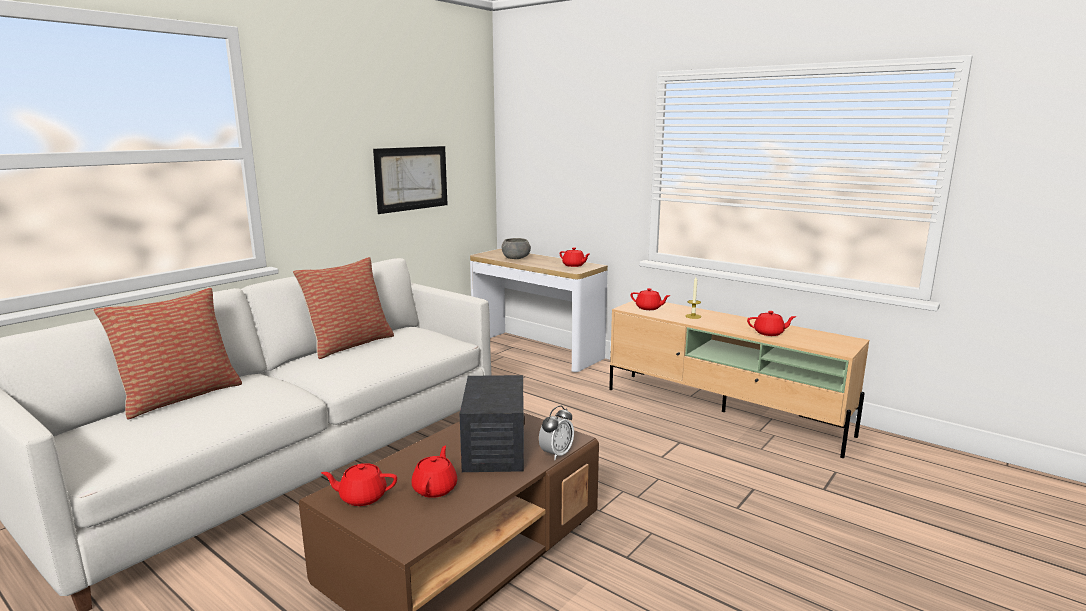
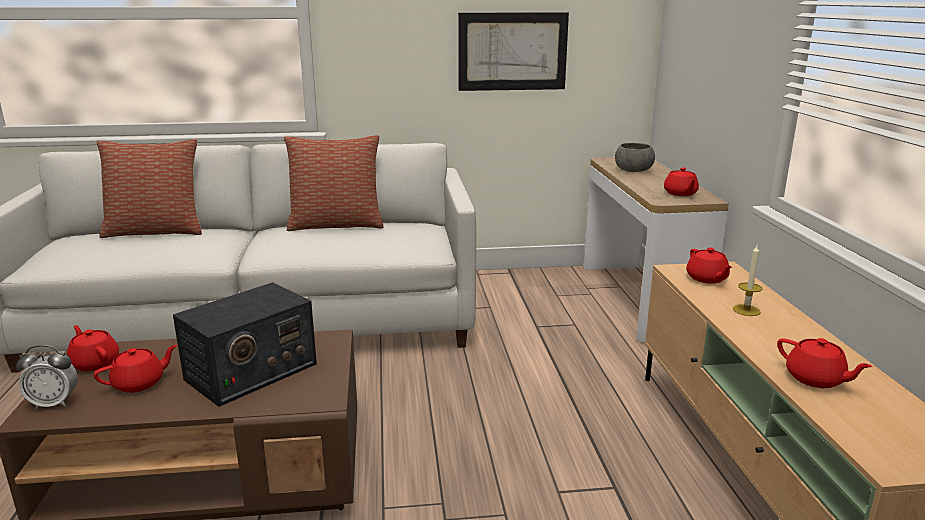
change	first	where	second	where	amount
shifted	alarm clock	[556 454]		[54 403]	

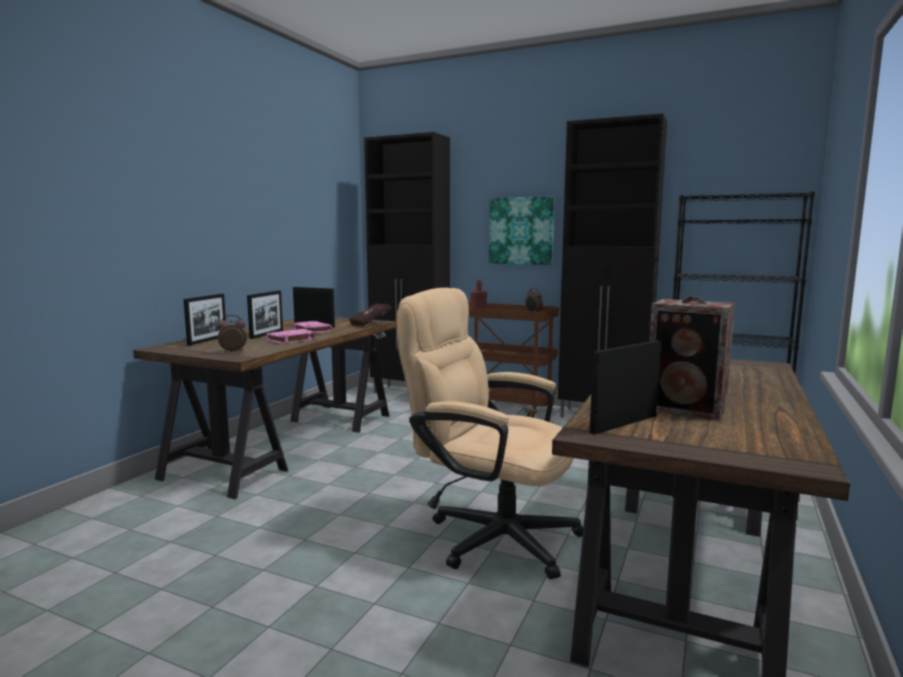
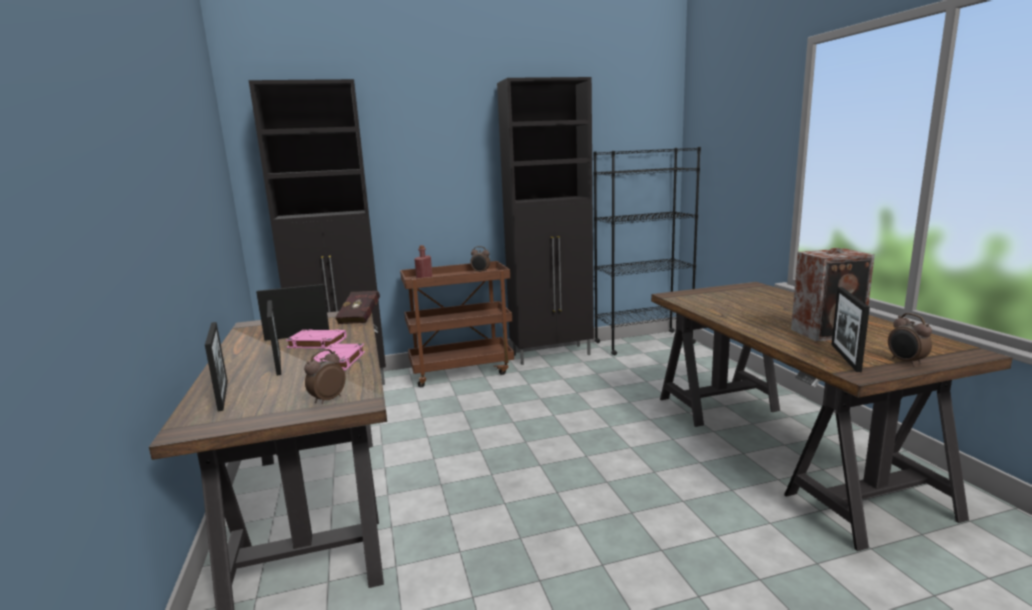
change	first	where	second	where	amount
gone	picture	[521 231]			
gone	office chair (beige)	[490 535]			
new			alarm clock	[906 362]	

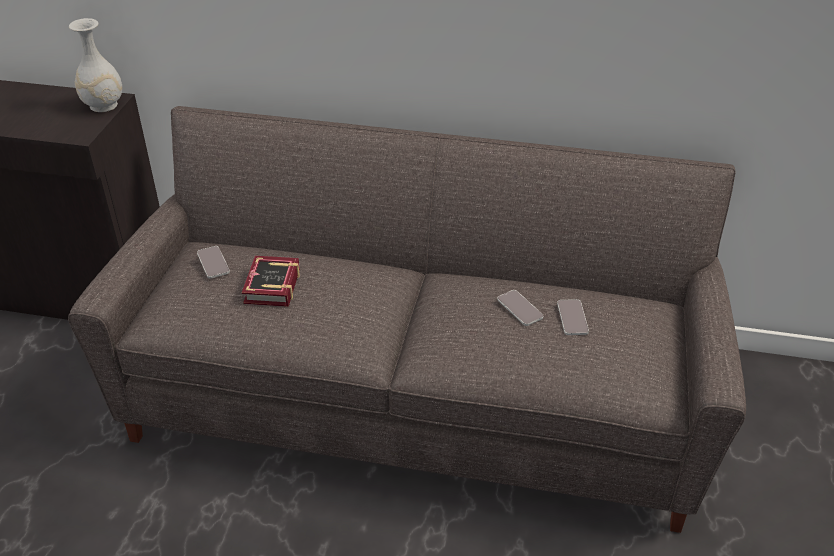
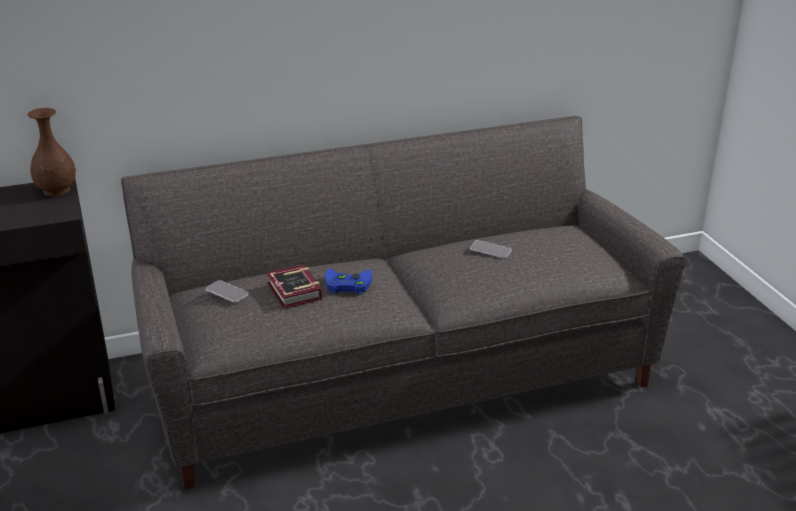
change	first	where	second	where	amount
repainted	vase (white)	[103 105]	vase (brown)	[56 190]	
gone	phone	[572 318]			
new			game controller (blue)	[346 284]	

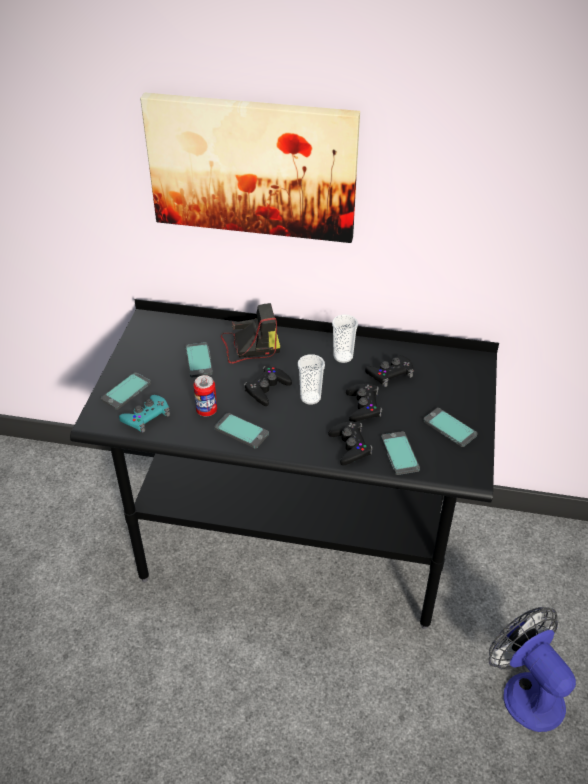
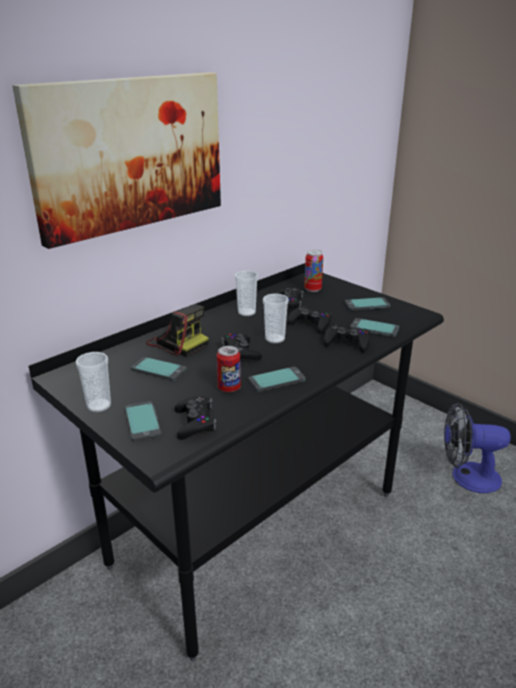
change	first	where	second	where	amount
rotated	photo camera	[249 346]		[177 342]	105 degrees clockwise
repainted	game controller (turquoise)	[146 417]	game controller (black)	[195 422]	
new			can	[312 289]	
new			cup	[99 406]	

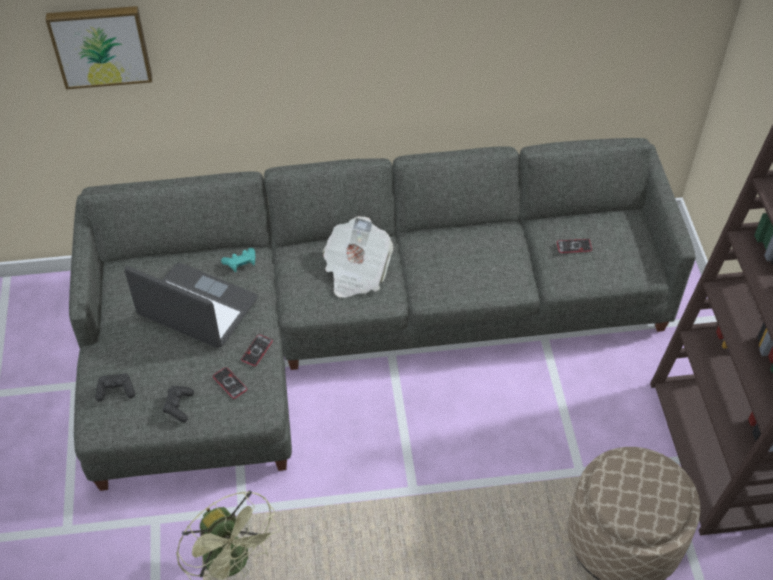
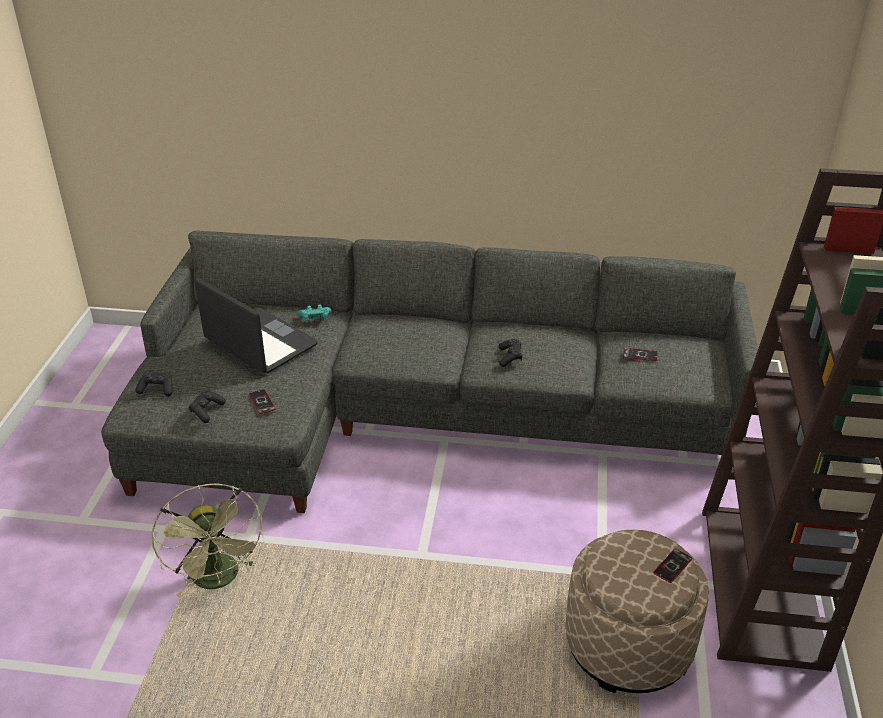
change	first	where	second	where	amount
gone	picture	[101 45]			
gone	newspaper	[356 271]			
shifted	phone	[257 350]		[672 566]	
new			game controller (black)	[510 357]	

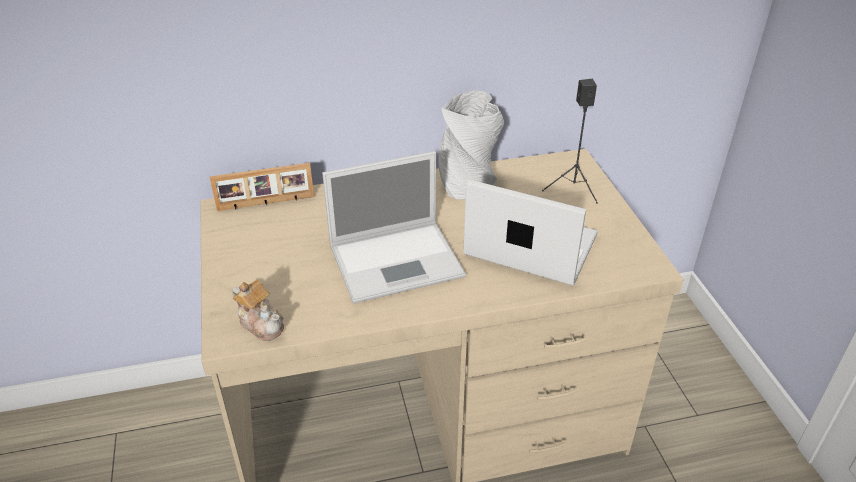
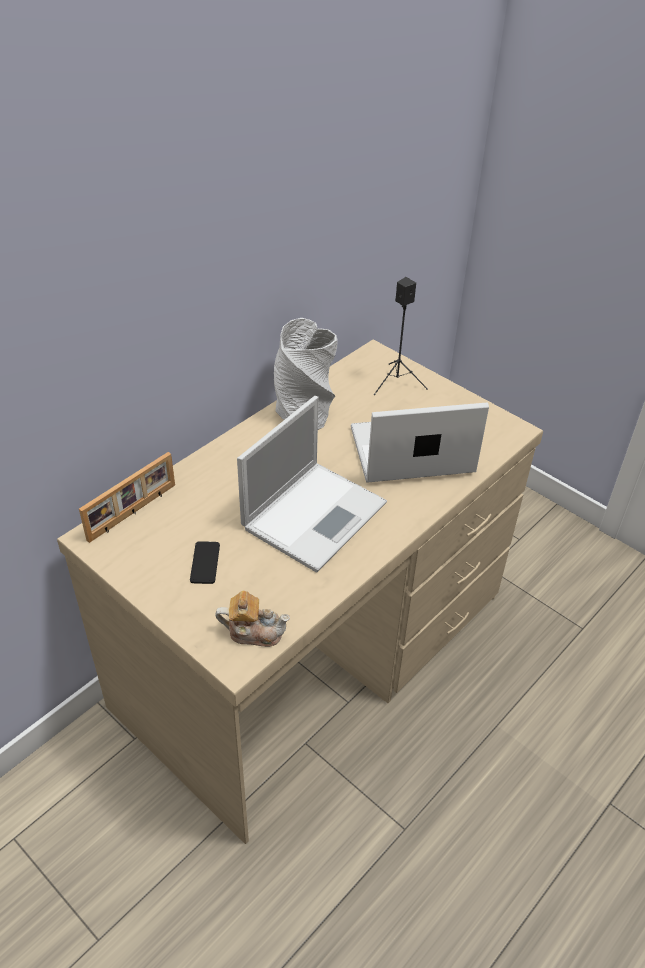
change	first	where	second	where	amount
new			phone	[205 563]	

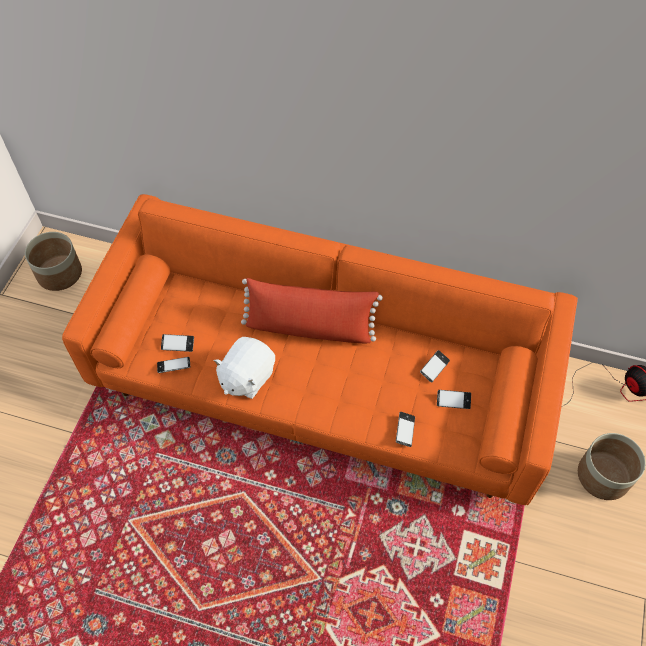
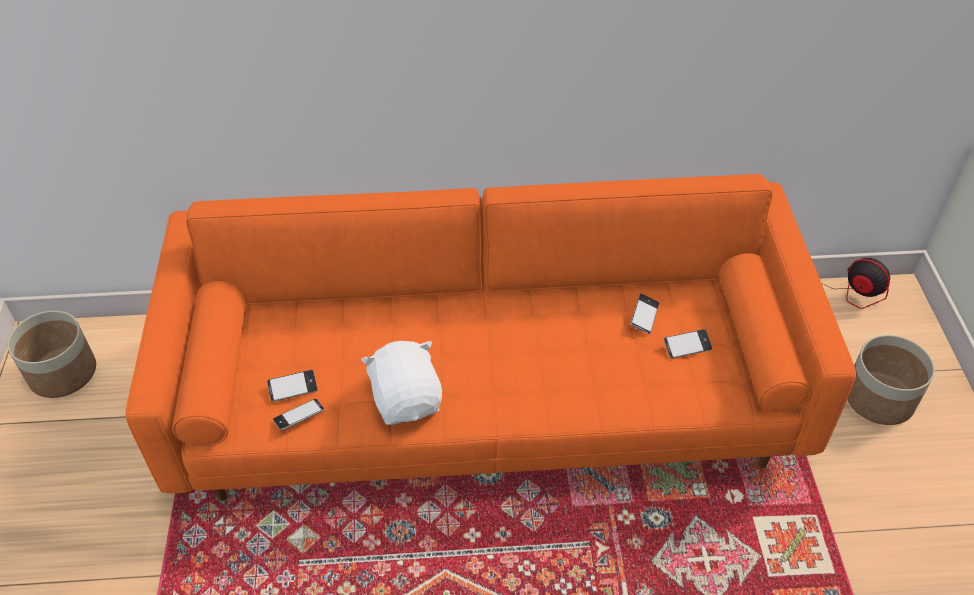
change	first	where	second	where	amount
gone	pillow (red)	[309 328]			
rotated	plush toy (white)	[246 377]		[407 400]	150 degrees clockwise
gone	phone	[405 430]			

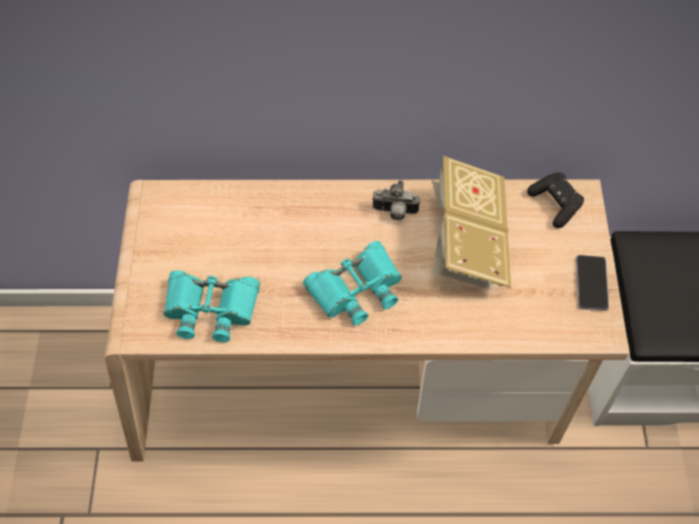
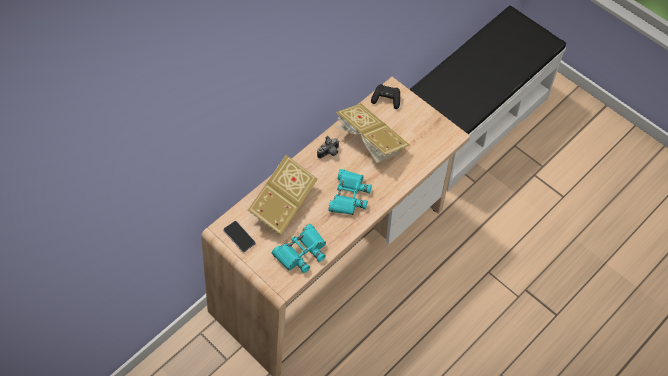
change	first	where	second	where	amount
shifted	phone	[591 283]		[239 237]	
new			book	[282 204]	

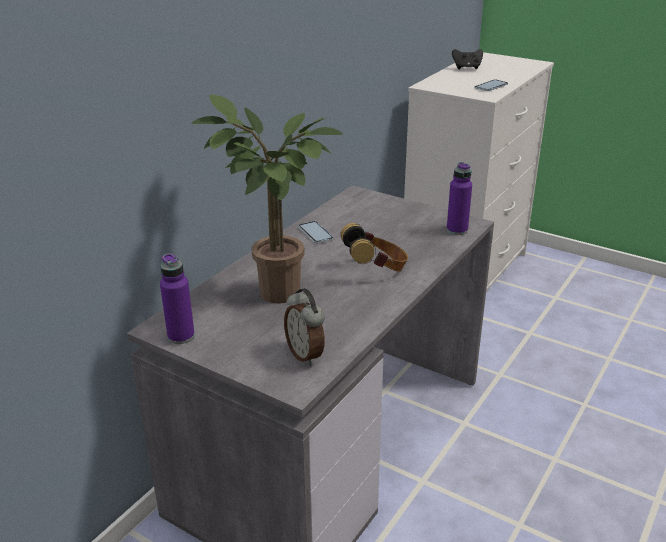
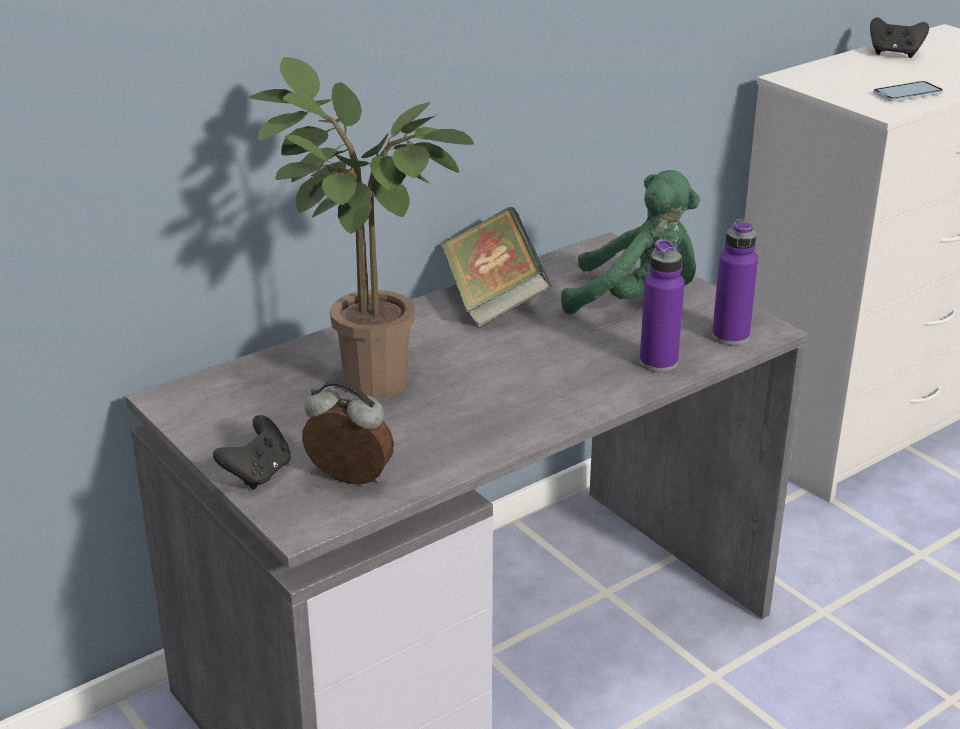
change	first	where	second	where	amount
swapped	phone	[315 233]	book	[494 301]	
gone	headphones	[376 270]			
shifted	bottle (purple)	[181 336]		[658 362]	
rotated	alarm clock	[306 354]		[348 481]	120 degrees clockwise
new			plush toy (green)	[637 300]	
new			game controller (black)	[258 474]	

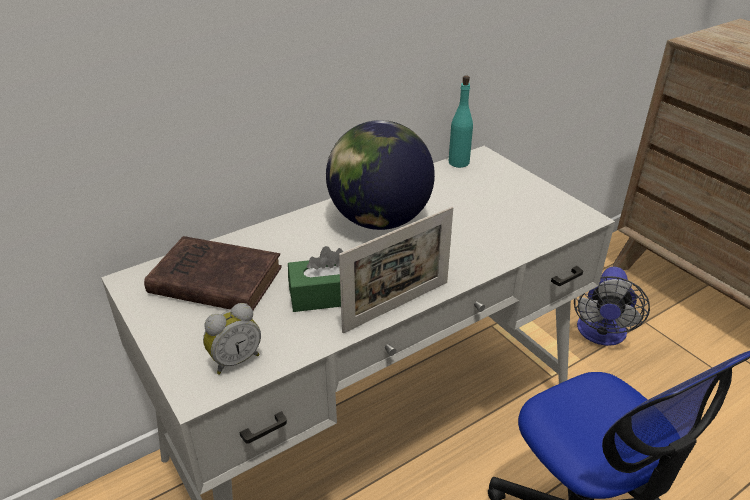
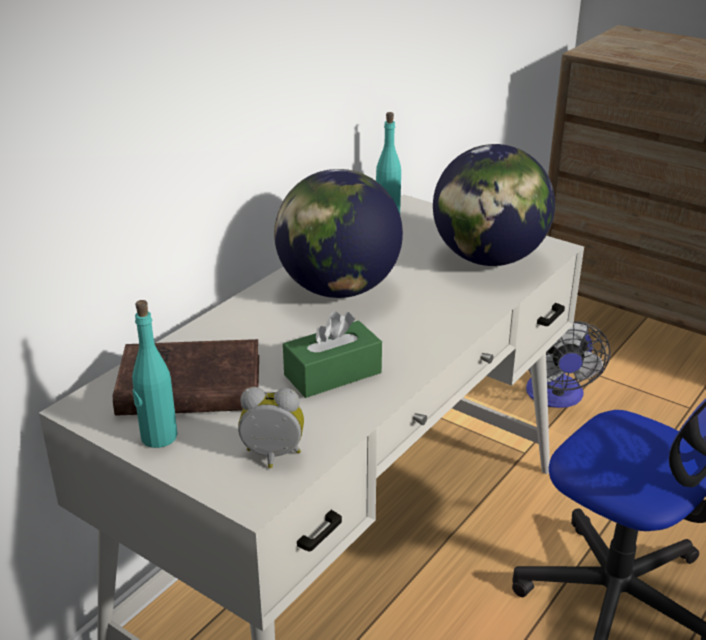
change	first	where	second	where	amount
gone	picture frame	[397 306]			
rotated	alarm clock	[235 359]		[272 458]	120 degrees counterclockwise
new			globe	[488 259]	
new			bottle (turquoise)	[158 437]	

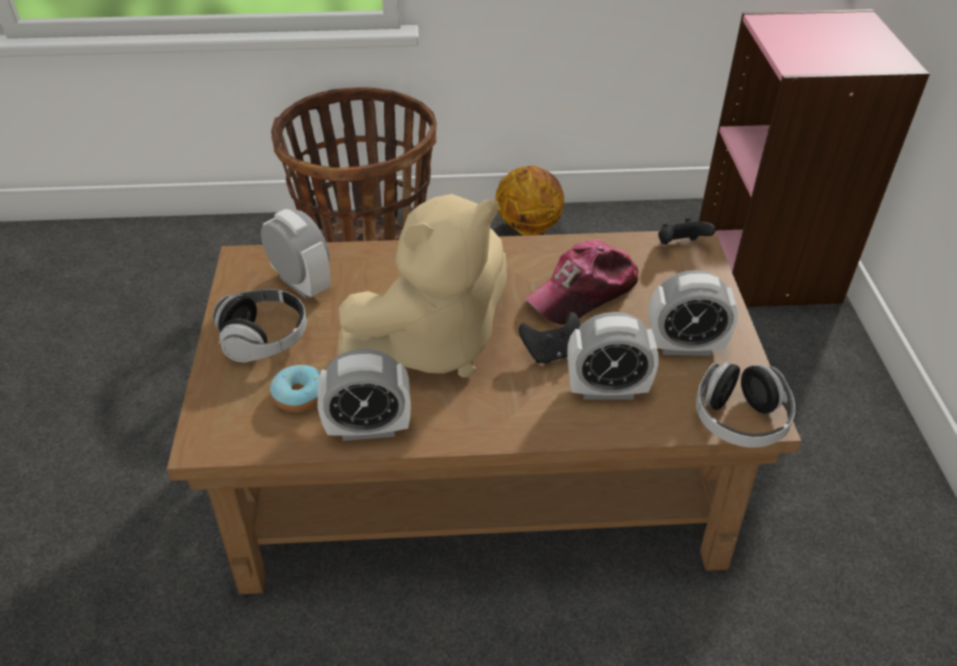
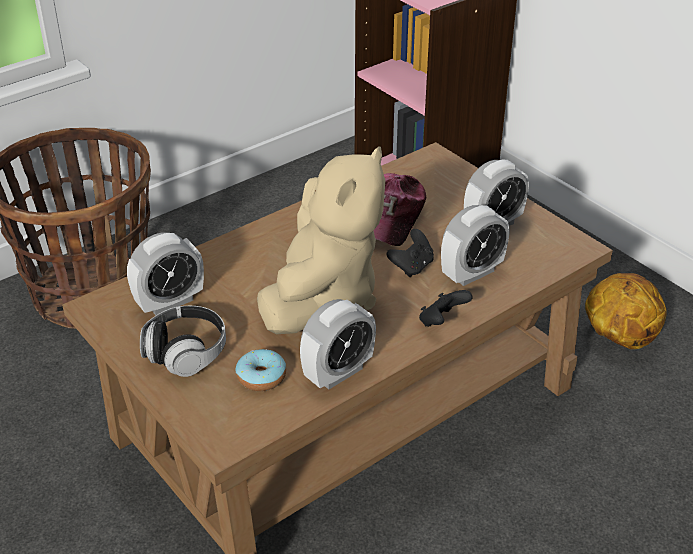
change	first	where	second	where	amount
shifted	basketball	[528 227]		[618 338]	
rotated	alarm clock	[301 284]		[169 302]	135 degrees clockwise
shifted	game controller (black)	[680 246]		[442 322]	
gone	headphones	[739 420]			

